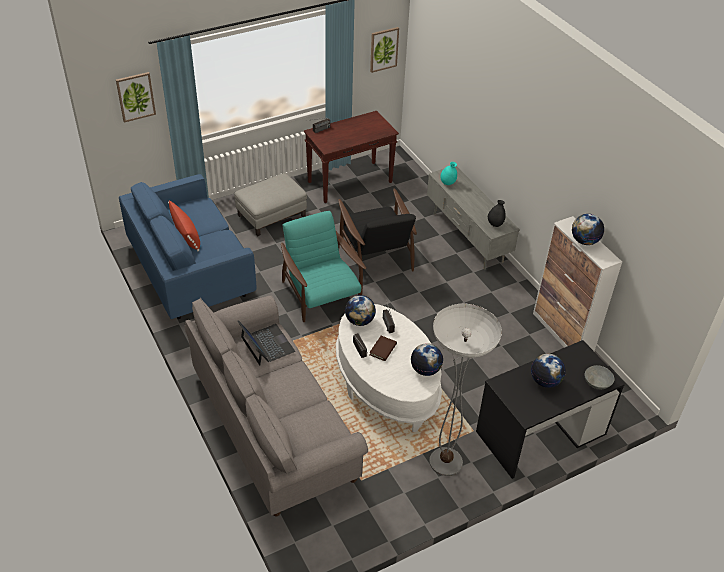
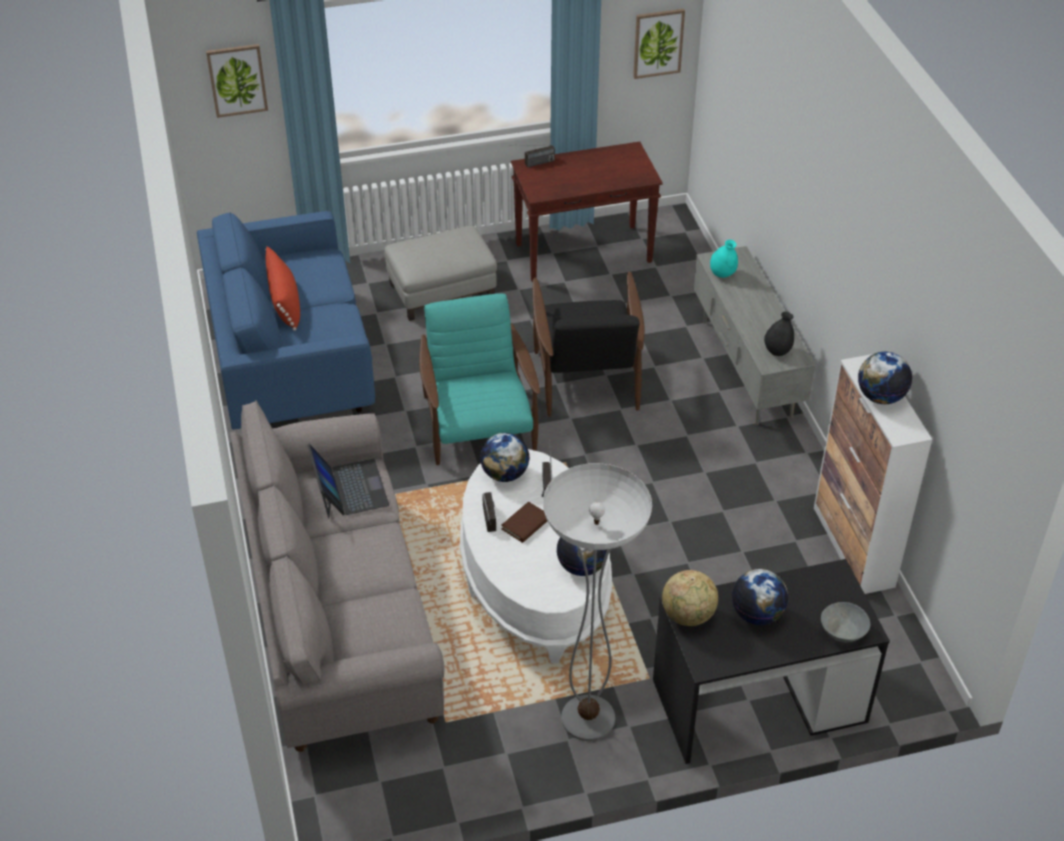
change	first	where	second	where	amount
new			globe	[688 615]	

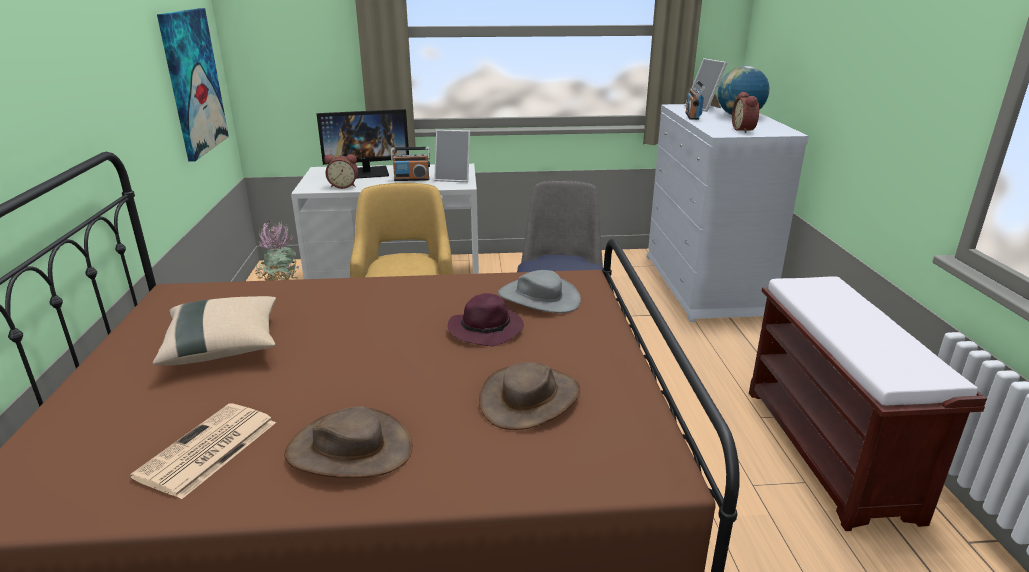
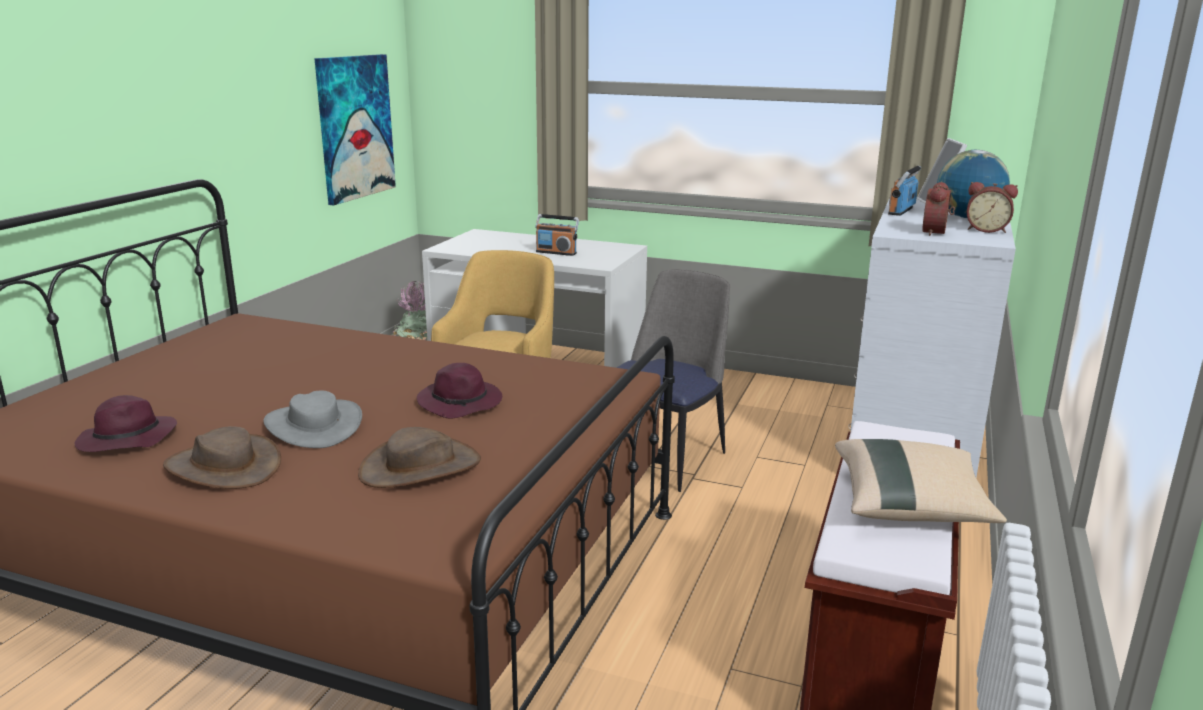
change	first	where	second	where	amount
gone	monitor	[367 172]			
gone	picture frame	[454 178]			
shifted	alarm clock	[344 186]		[986 230]	
shifted	hat (grey)	[539 298]		[314 426]	
shifted	pillow (beige)	[224 347]		[910 506]	
swapped	newspaper	[207 451]	hat (purple)	[126 440]	

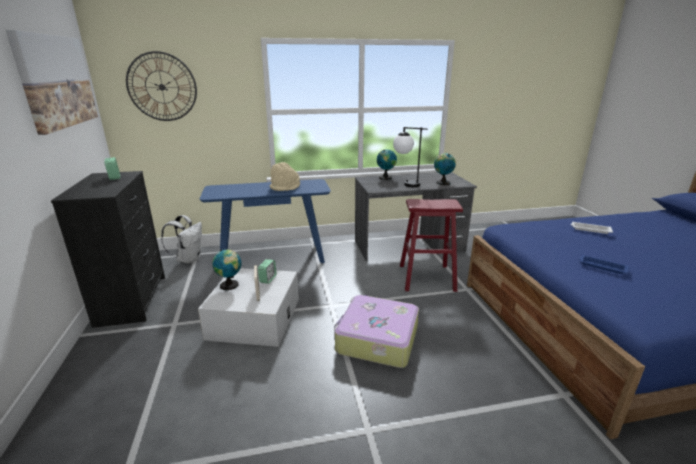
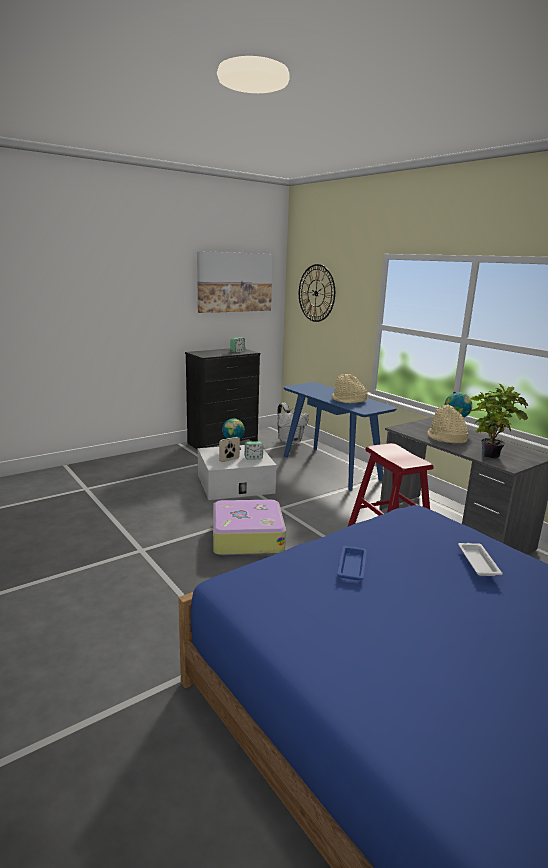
change	first	where	second	where	amount
swapped	table lamp	[405 184]	hat (beige)	[446 438]	
swapped	globe	[442 182]	potted plant	[489 454]	

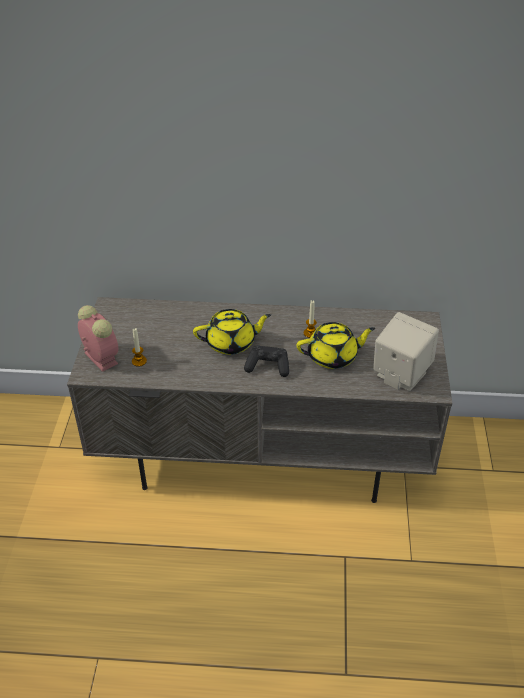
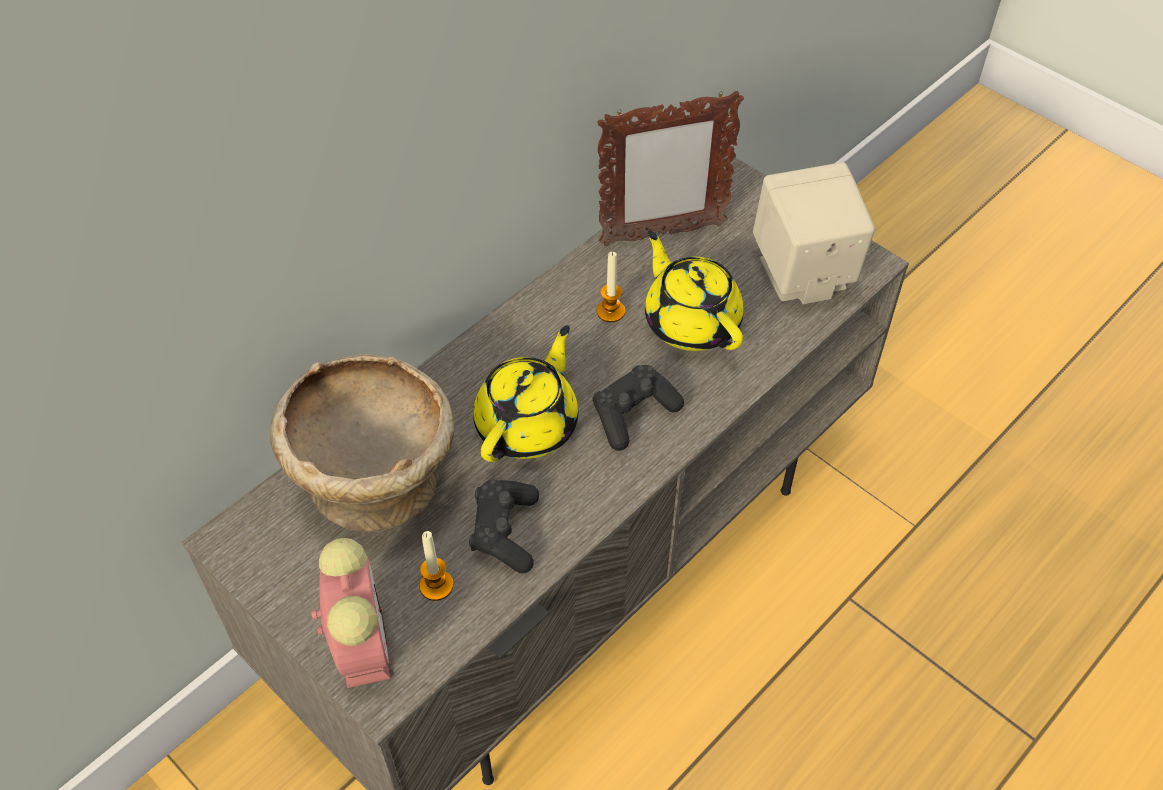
change	first	where	second	where	amount
rotated	alarm clock	[99 357]		[361 642]	75 degrees clockwise
rotated	teapot (yellow)	[333 357]		[691 321]	60 degrees counterclockwise
new			picture frame	[661 234]	
new			bowl (beige)	[375 480]	
new			game controller (black)	[505 532]	

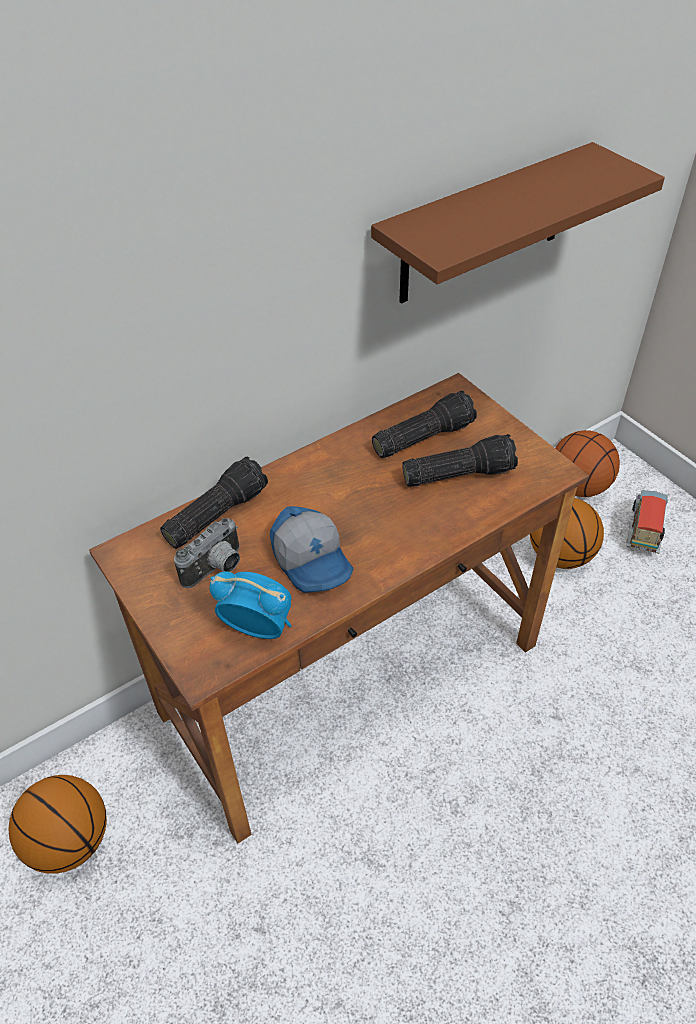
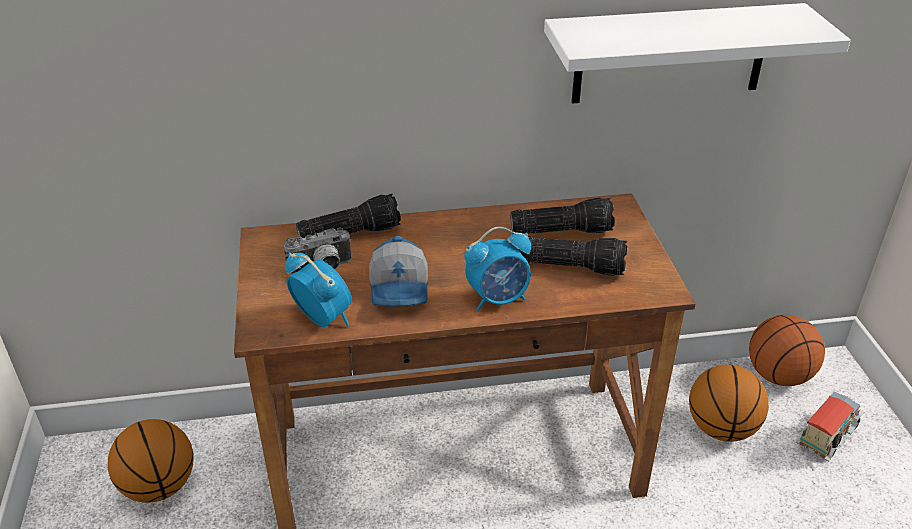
change	first	where	second	where	amount
repainted	shelf (brown)	[483 226]	shelf (white)	[670 54]	
new			alarm clock	[498 299]	

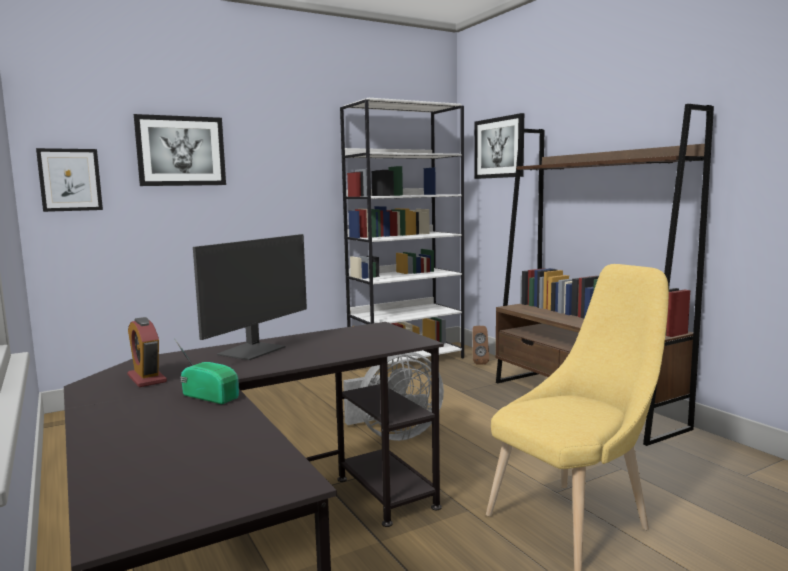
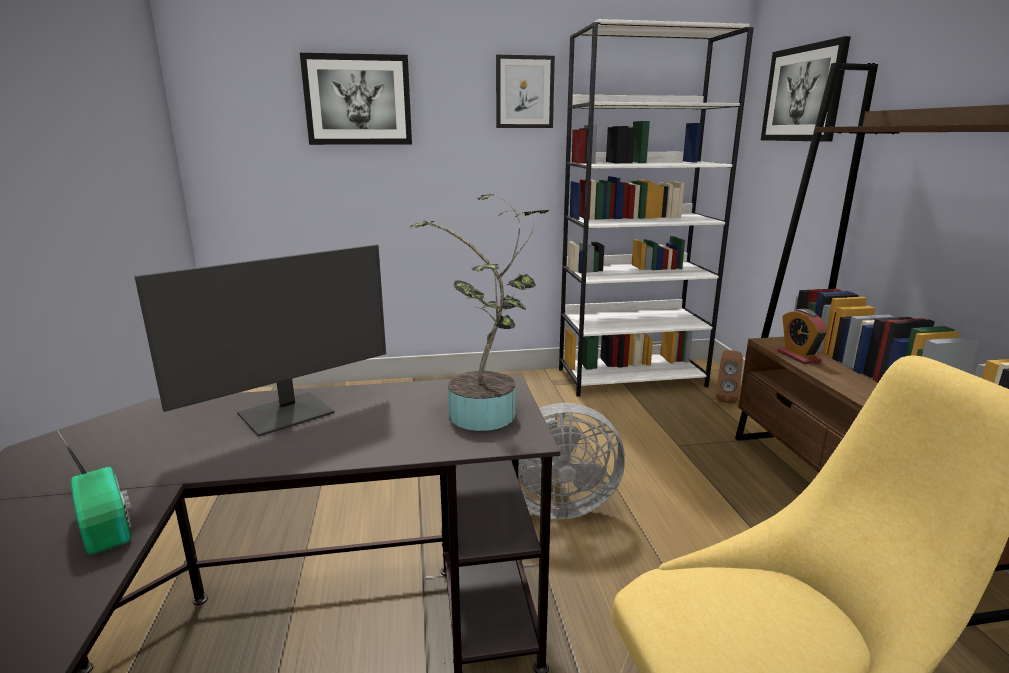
change	first	where	second	where	amount
shifted	picture	[70 180]		[524 92]	
shifted	alarm clock	[146 379]		[798 356]	
new			potted plant	[486 418]	

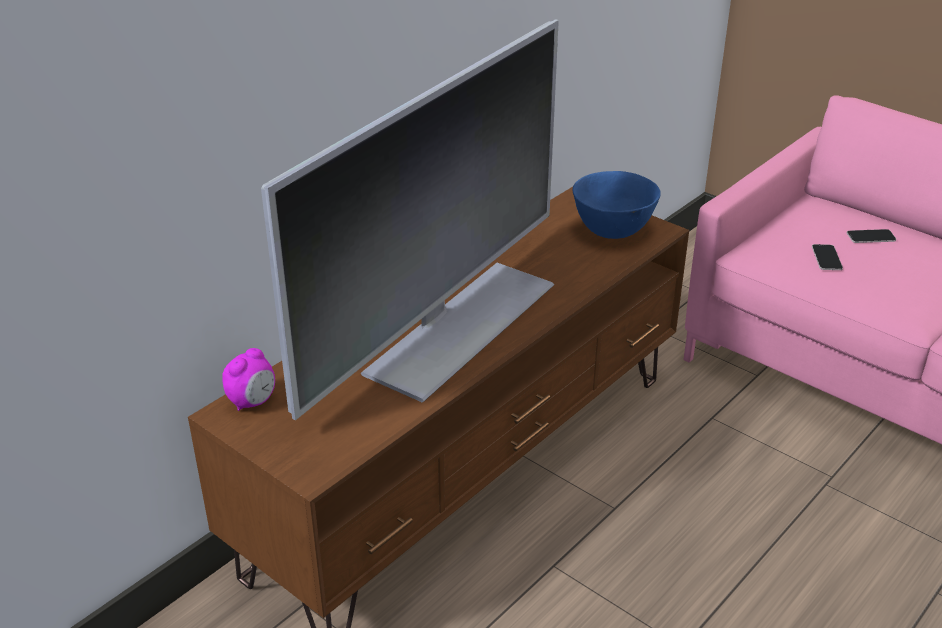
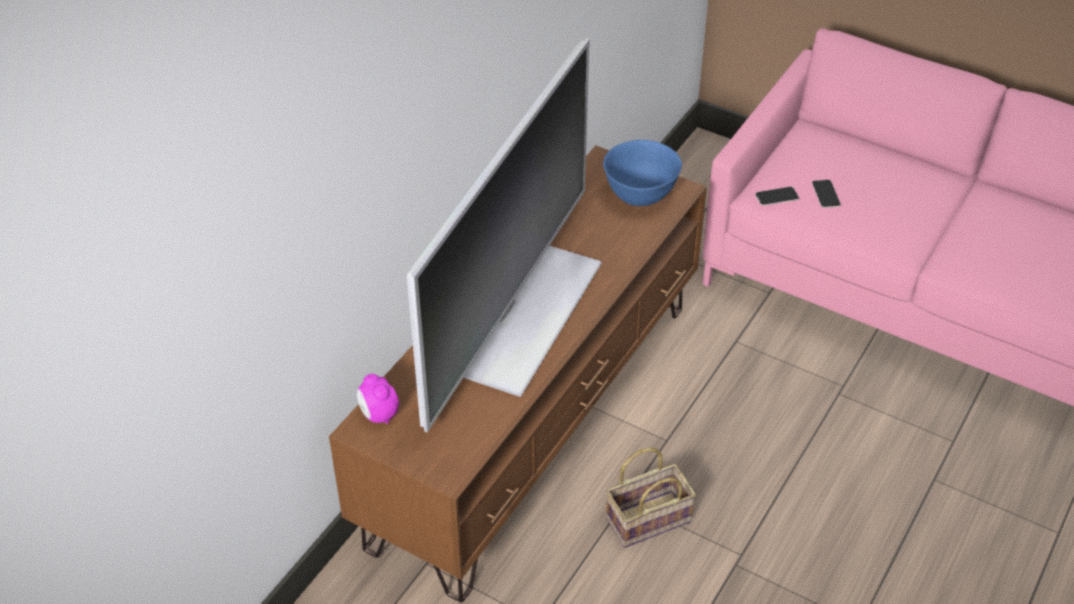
change	first	where	second	where	amount
shifted	phone	[871 237]		[776 197]	
rotated	alarm clock	[253 402]		[378 415]	120 degrees clockwise
new			basket	[649 518]	

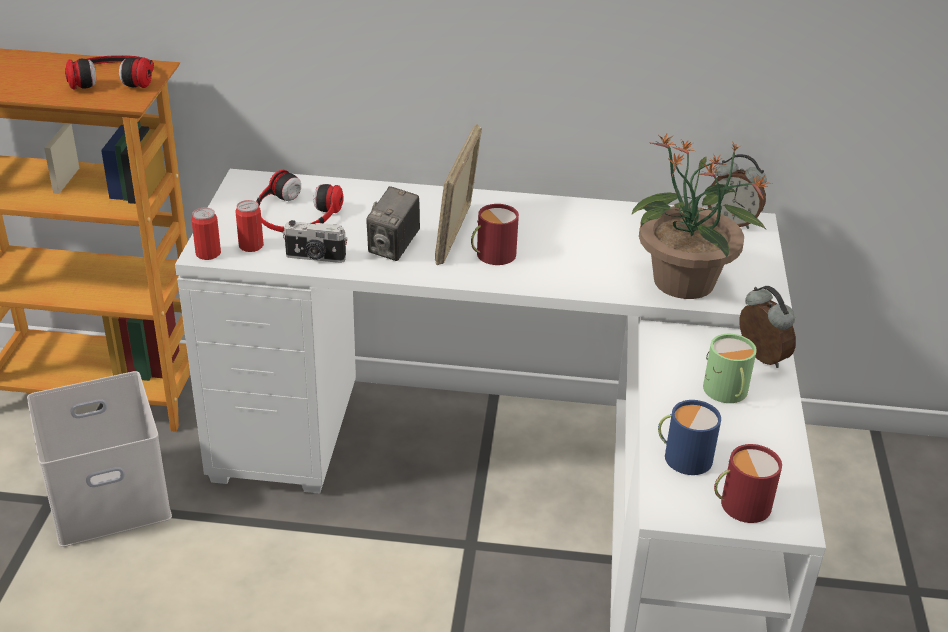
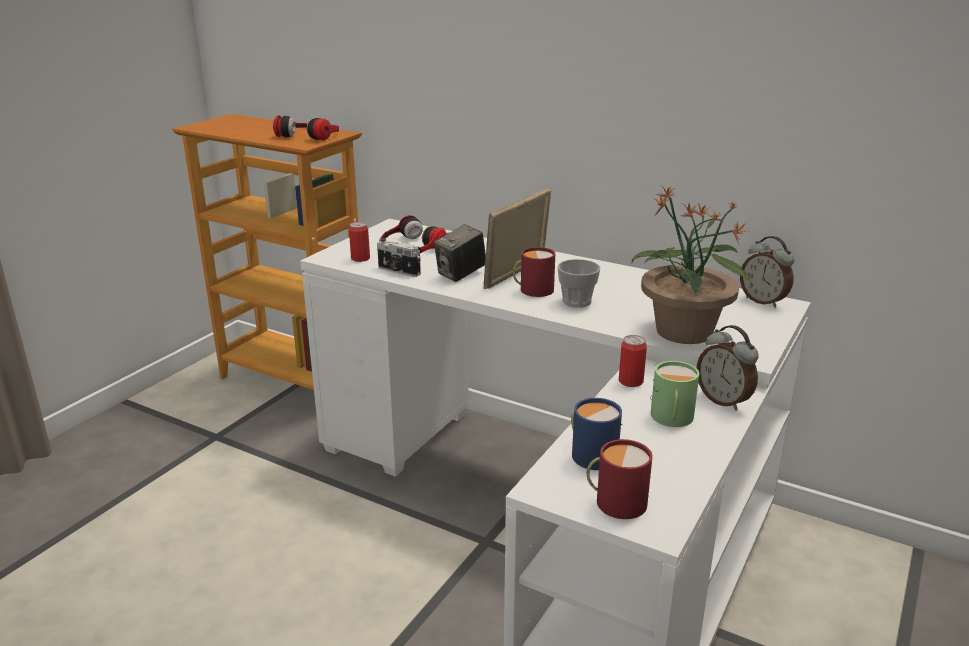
change	first	where	second	where	amount
shifted	can	[208 254]		[630 381]	
rotated	alarm clock	[759 358]		[723 400]	150 degrees clockwise
gone	storage box (white)	[110 495]			
new			cup	[577 301]	

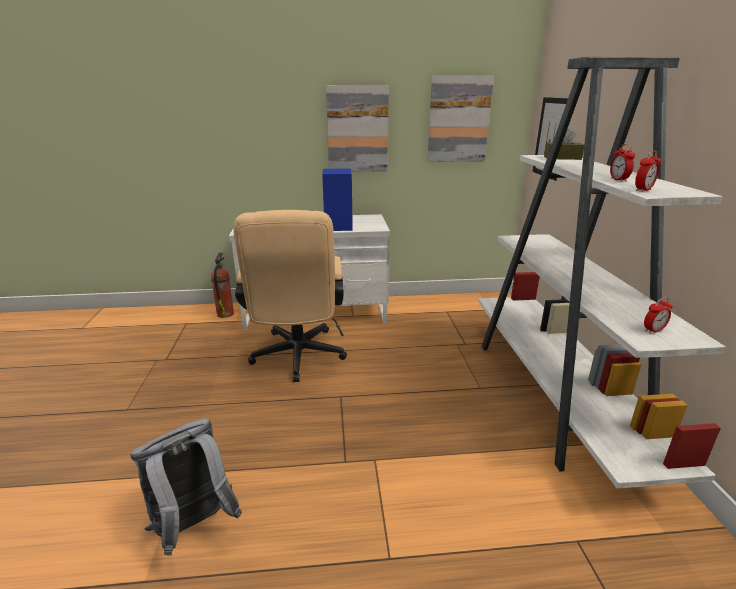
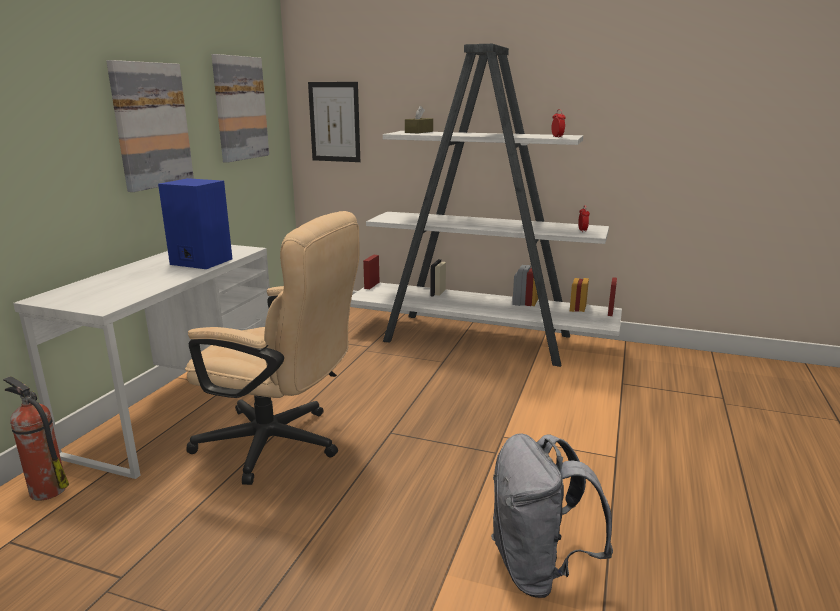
change	first	where	second	where	amount
gone	alarm clock	[618 180]			

